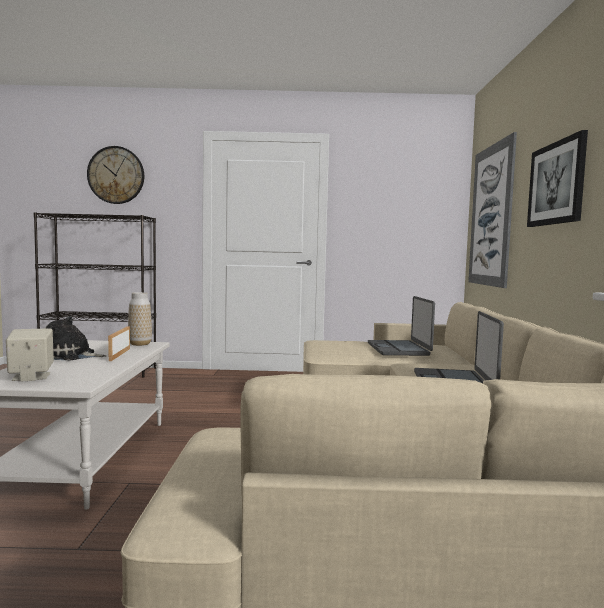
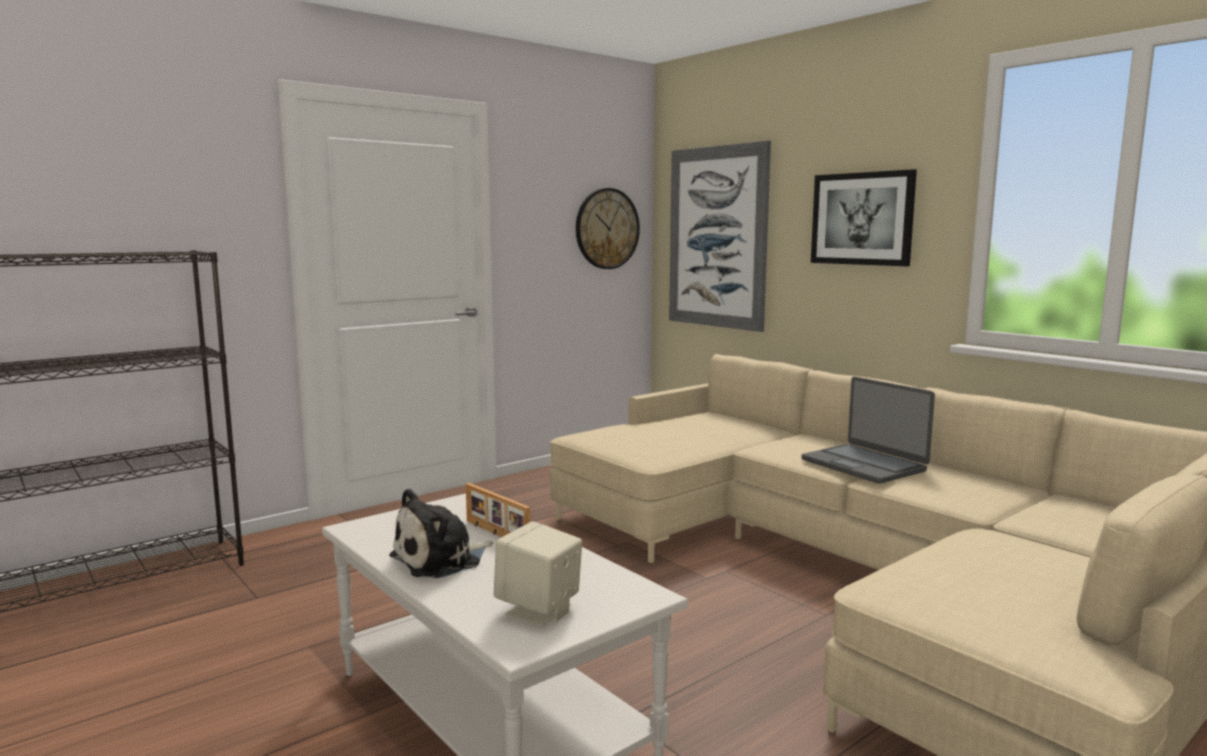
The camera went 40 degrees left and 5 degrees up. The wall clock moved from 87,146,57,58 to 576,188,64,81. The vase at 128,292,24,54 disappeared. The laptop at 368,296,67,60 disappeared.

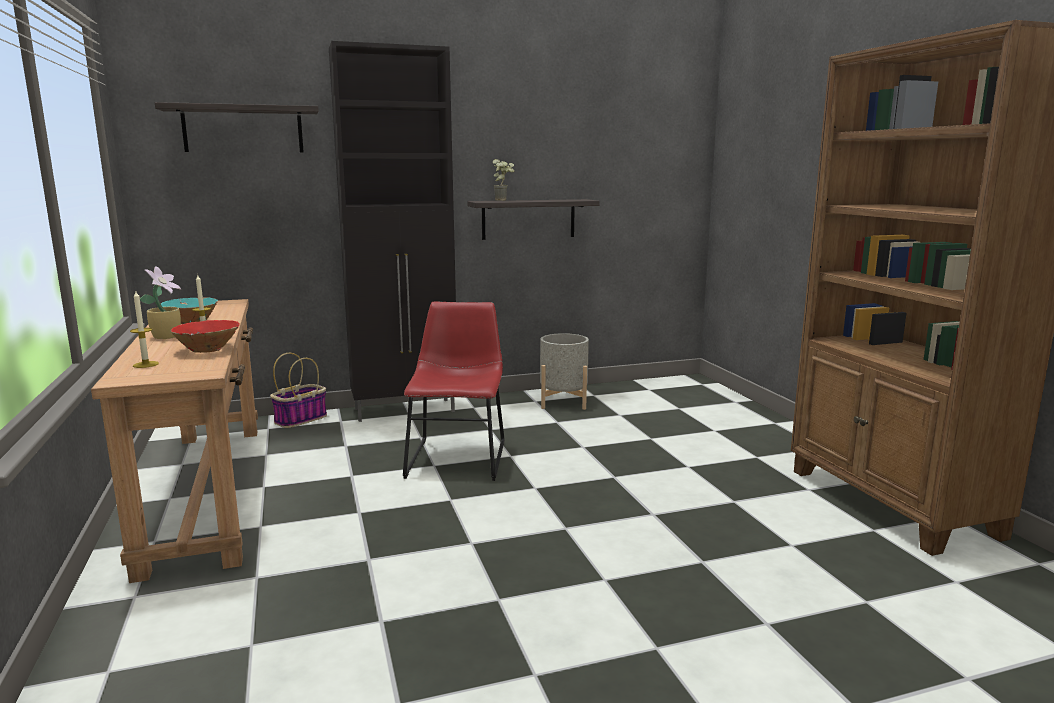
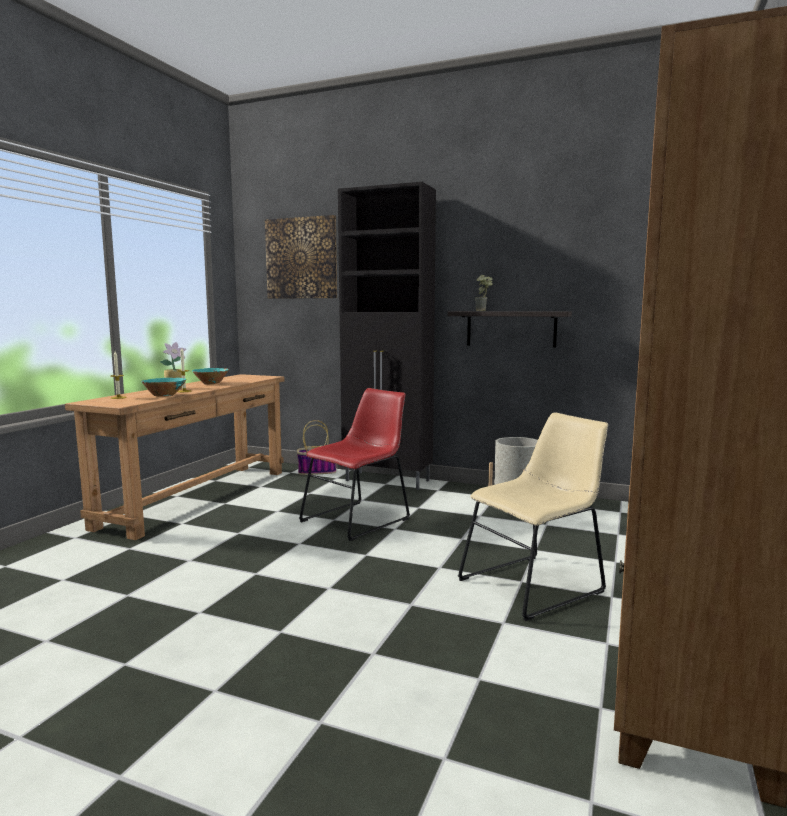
The camera went 40 degrees right and 5 degrees down. The red bowl at 170,320,70,33 became the turquoise bowl at 141,378,45,19. The shelf at 155,102,164,51 was replaced by the picture at 265,215,72,84. The beige chair at 458,412,150,209 appeared.

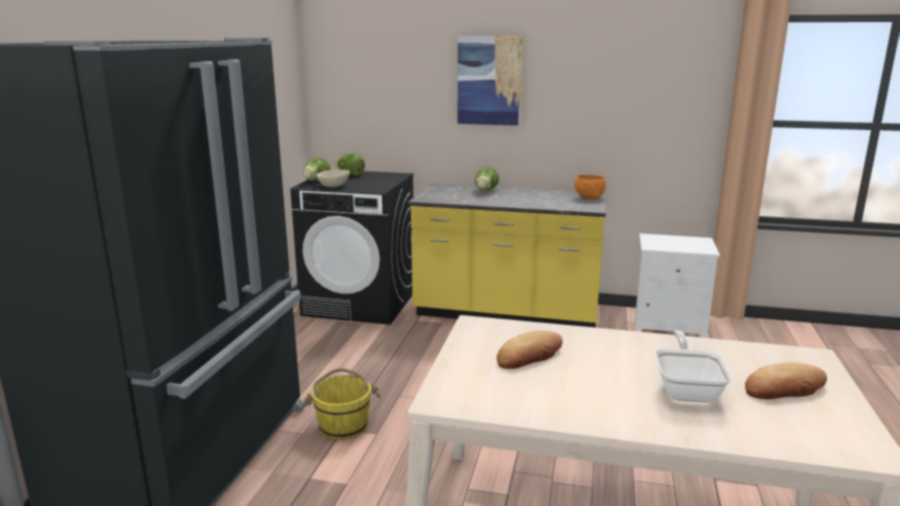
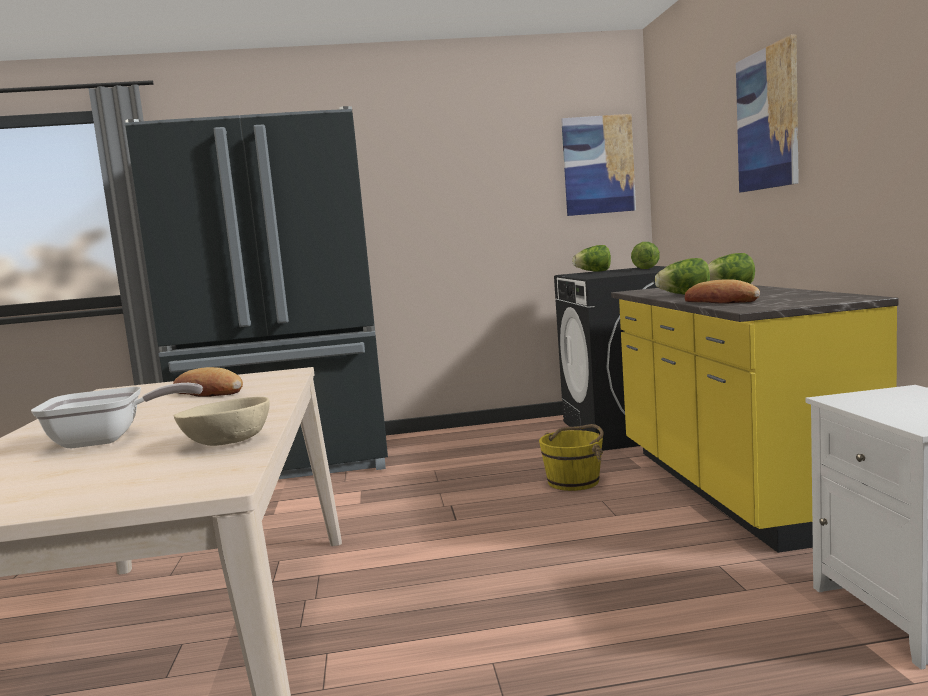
The camera went 70 degrees right and 10 degrees down. The beige bowl moved from 317,170,33,17 to 174,397,96,49. The yellow bucket moved from 303,368,78,72 to 539,424,65,67. The picture at 561,114,75,102 appeared. The lettuce at 655,258,55,37 appeared. The bread moved from 745,362,82,37 to 685,279,75,24. The orange bowl at 575,174,31,25 disappeared.

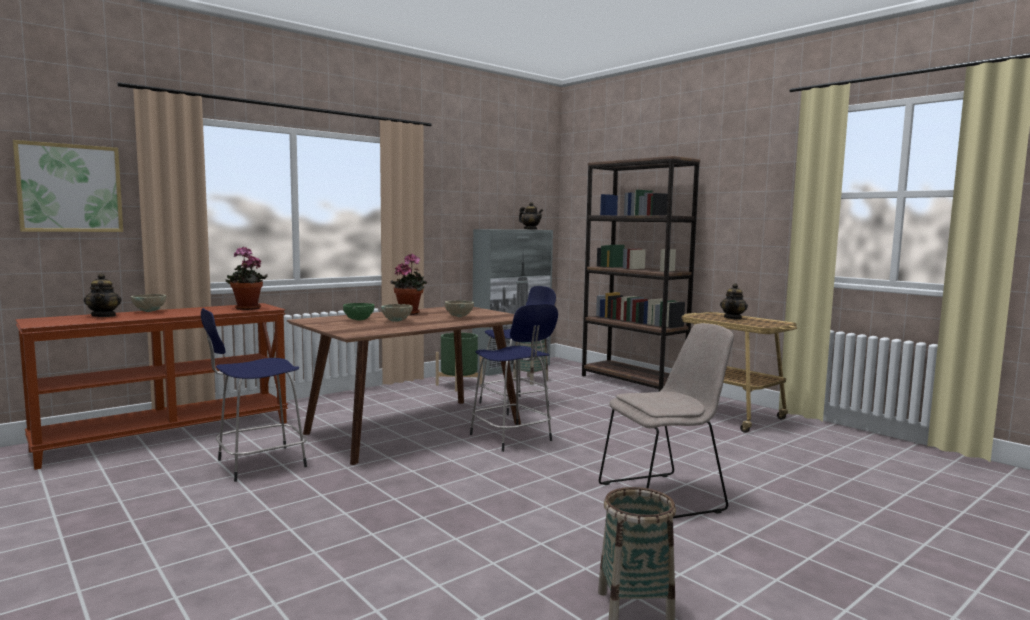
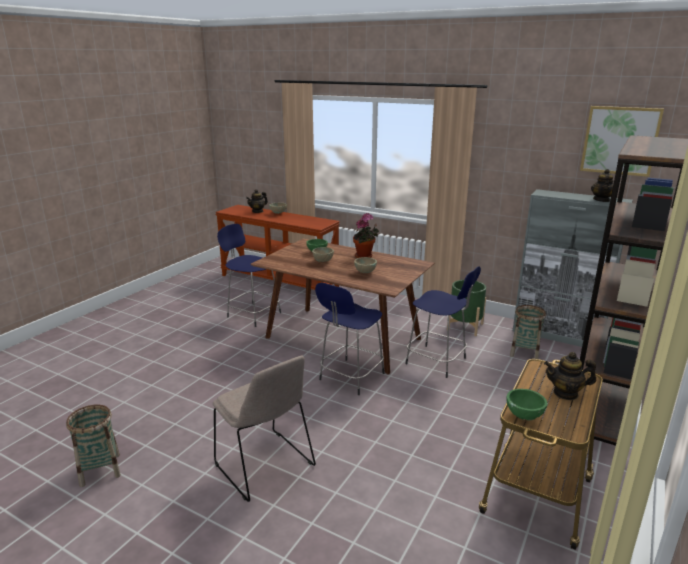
The camera went 70 degrees right and 15 degrees up. The green bowl at 506,389,41,31 appeared. The picture moved from 13,140,110,92 to 580,106,84,71. The potted plant at 225,247,43,63 disappeared.

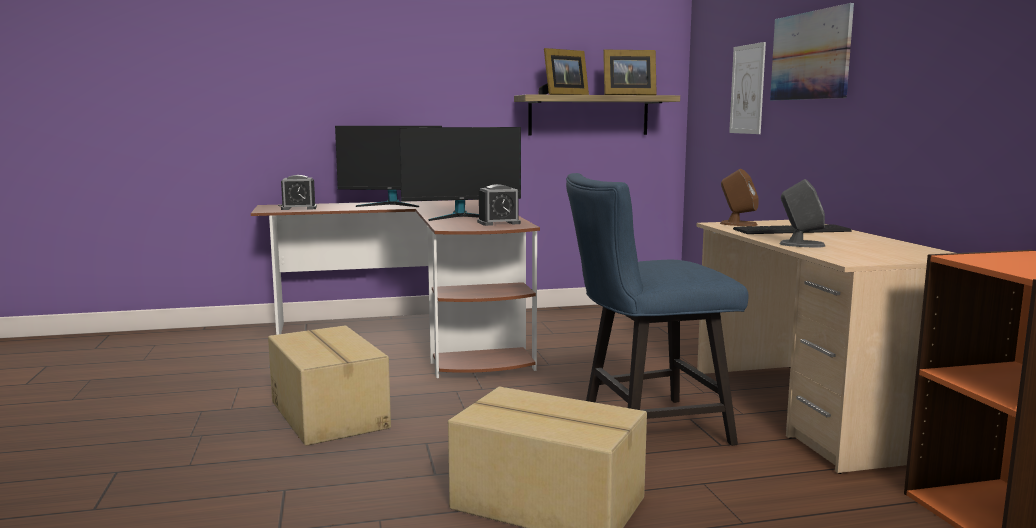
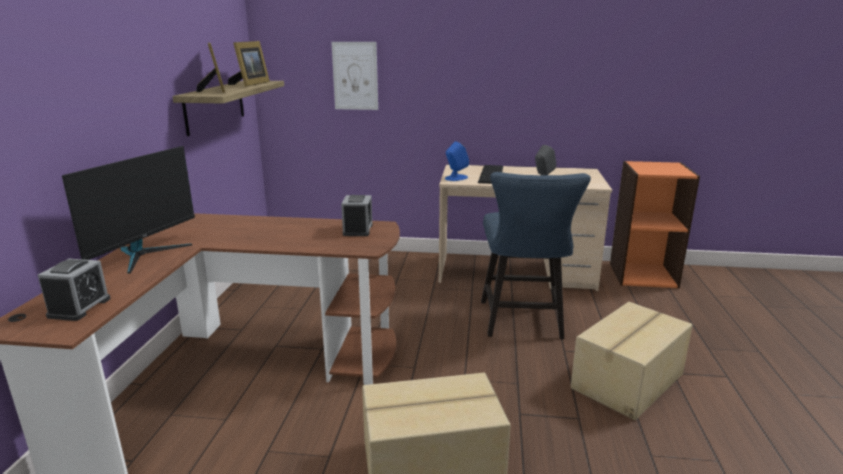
The camera went 70 degrees left and 10 degrees up. The brown speaker at 720,169,39,57 became the blue speaker at 445,142,24,39. The monitor at 399,127,122,94 disappeared. The picture at 770,3,84,97 disappeared.

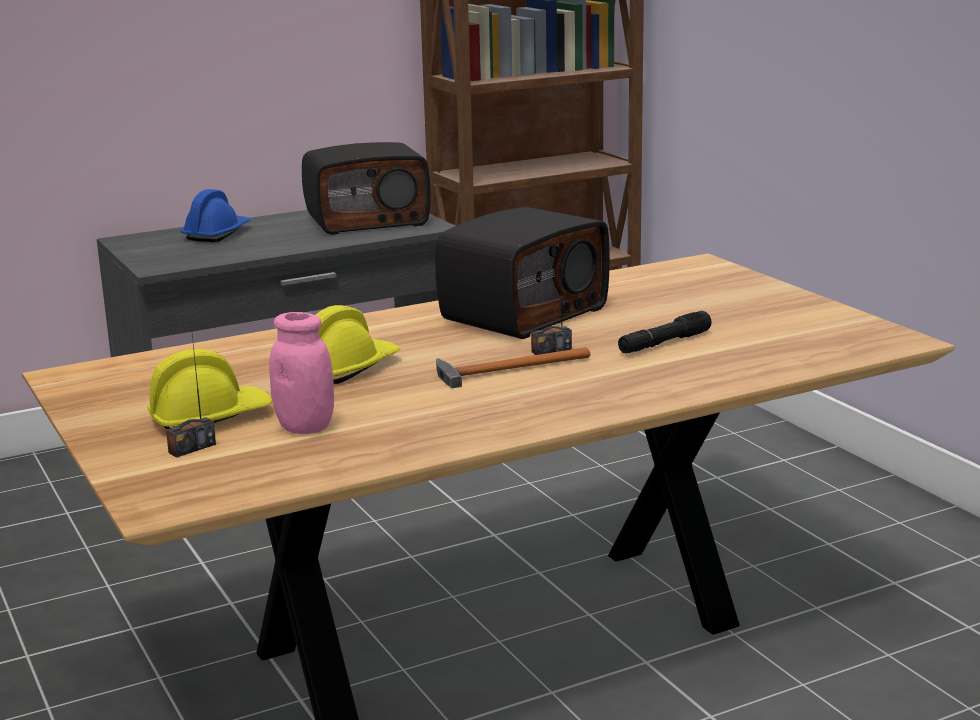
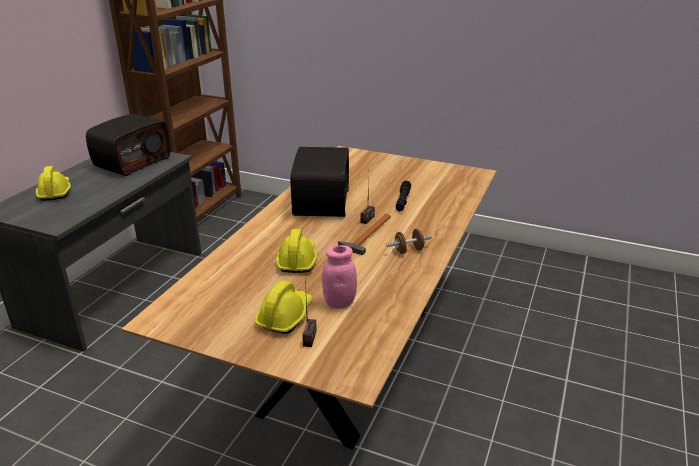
The camera went 40 degrees left and 10 degrees up. The blue hard hat at 180,189,71,53 became the yellow hard hat at 36,166,35,35. The brown dumbbell at 386,229,46,25 appeared.

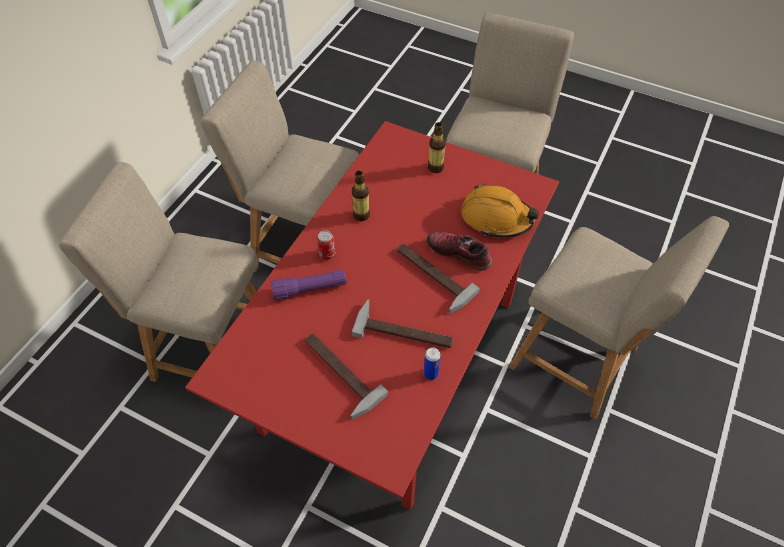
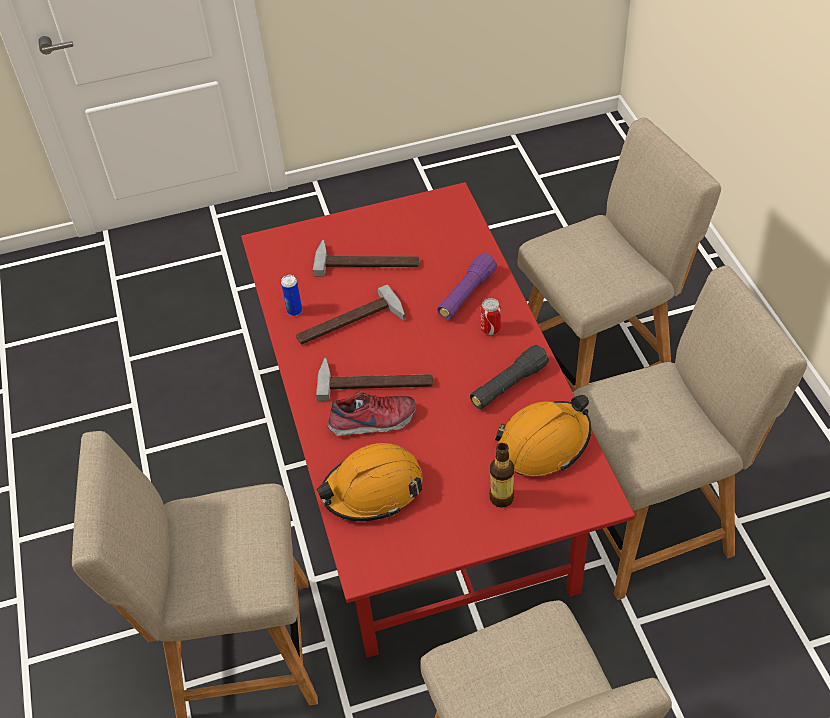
The camera went 140 degrees right and 5 degrees down. The bottle at 352,171,18,50 was replaced by the black flashlight at 470,345,79,64. The orange hard hat at 495,395,96,81 appeared.

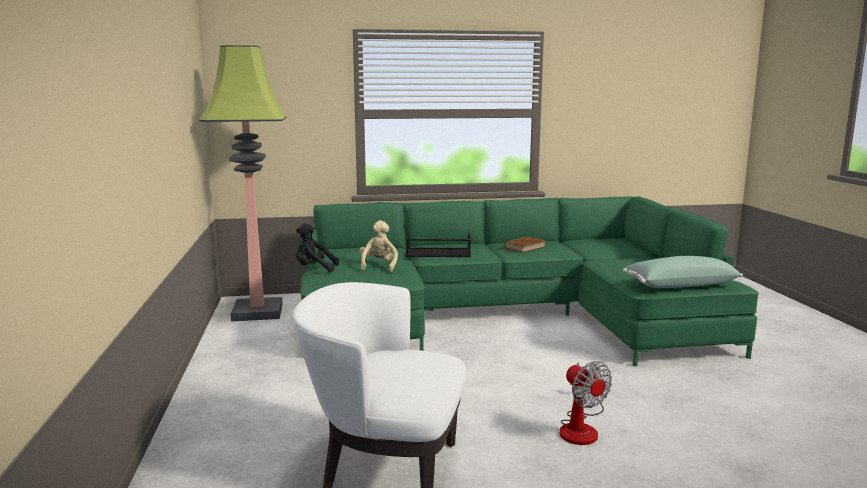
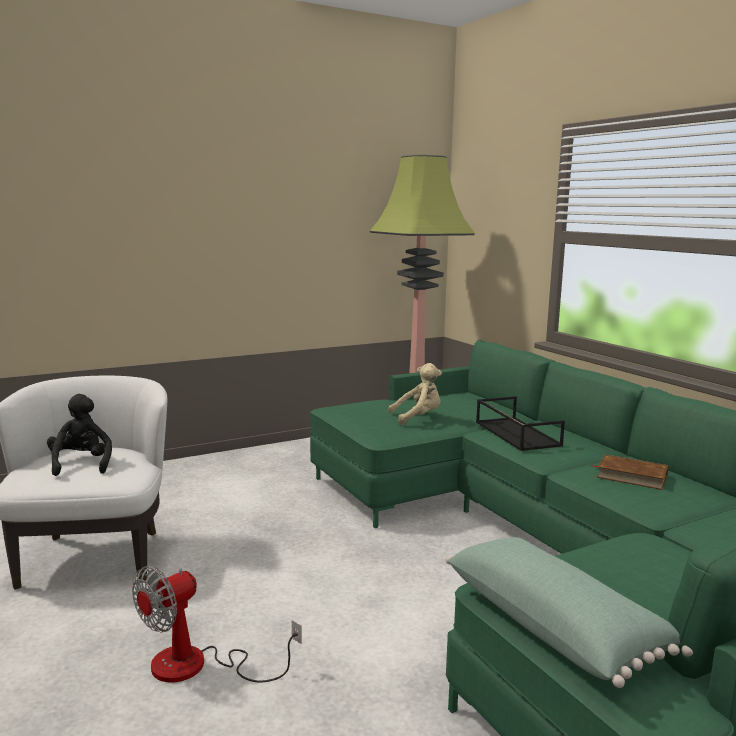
The camera went 70 degrees right and 0 degrees up. The black plush toy moved from 296,223,43,49 to 47,394,65,82.

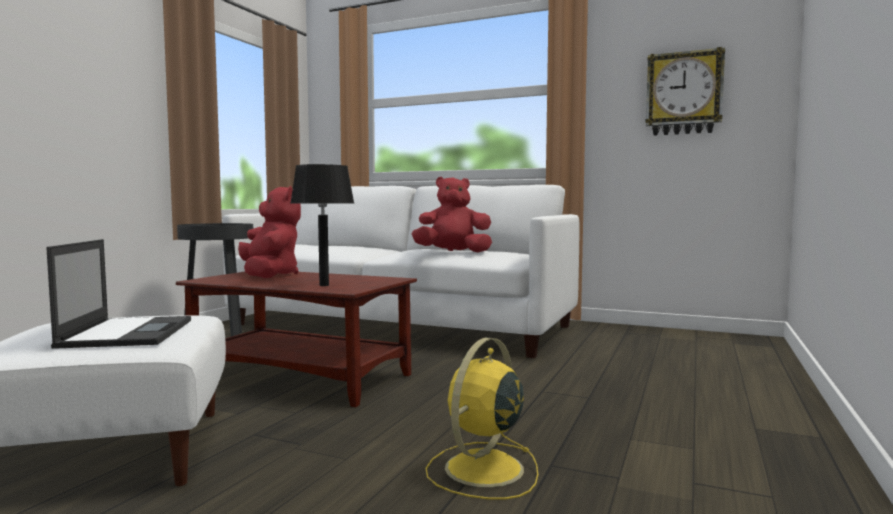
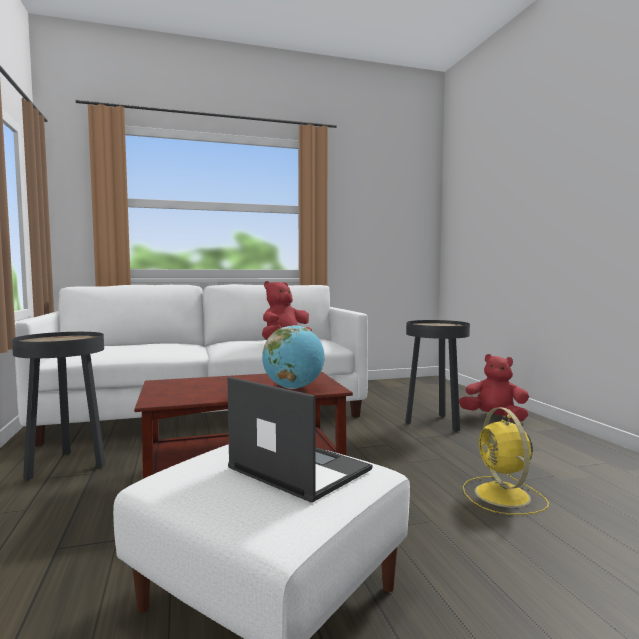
The camera went 40 degrees left and 0 degrees up. The black table lamp at 290,164,64,122 was replaced by the globe at 262,325,63,64. The black side table at 405,320,65,112 appeared. The red plush toy moved from 238,186,63,92 to 459,354,70,67. The wall clock at 646,47,79,89 disappeared.

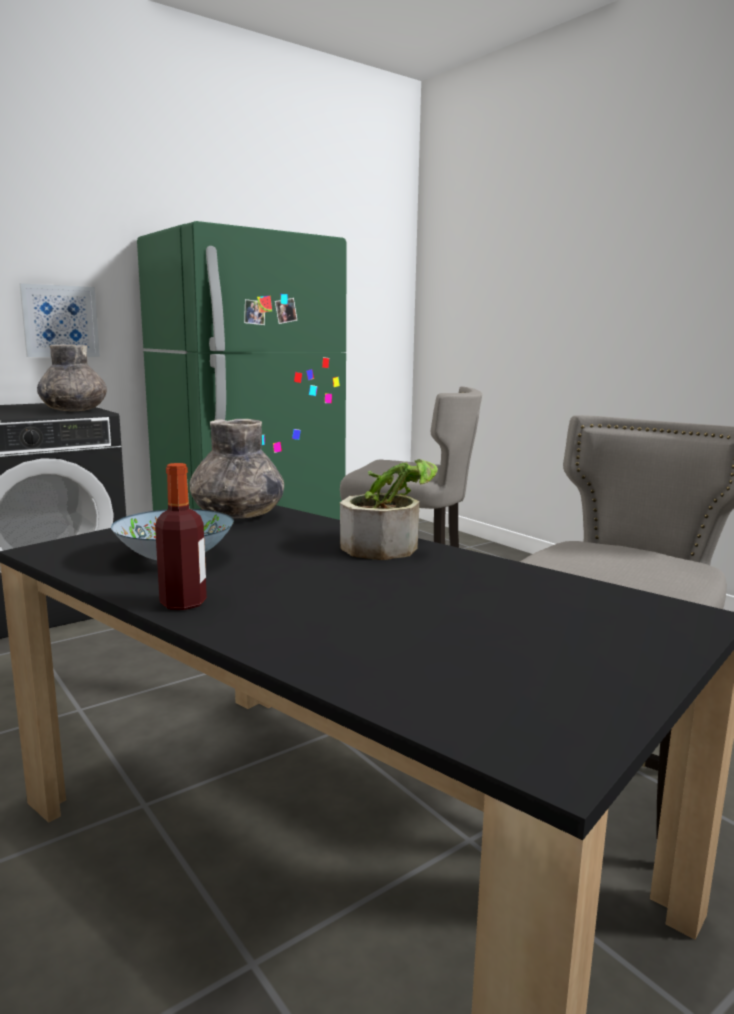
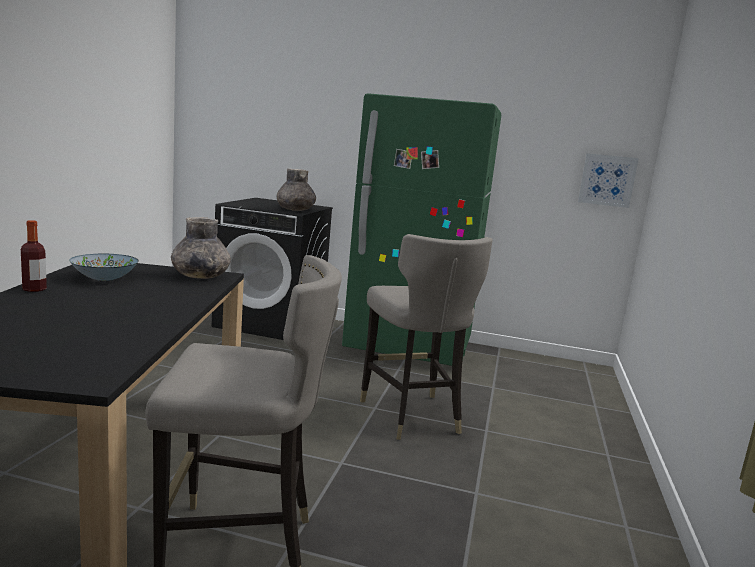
The camera went 50 degrees right and 0 degrees up. The picture moved from 20,283,80,74 to 578,153,61,55. The potted plant at 340,459,98,101 disappeared.

